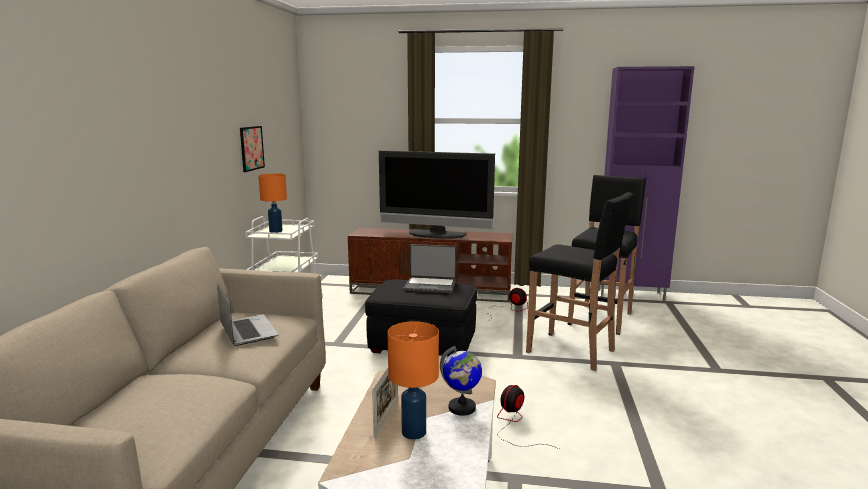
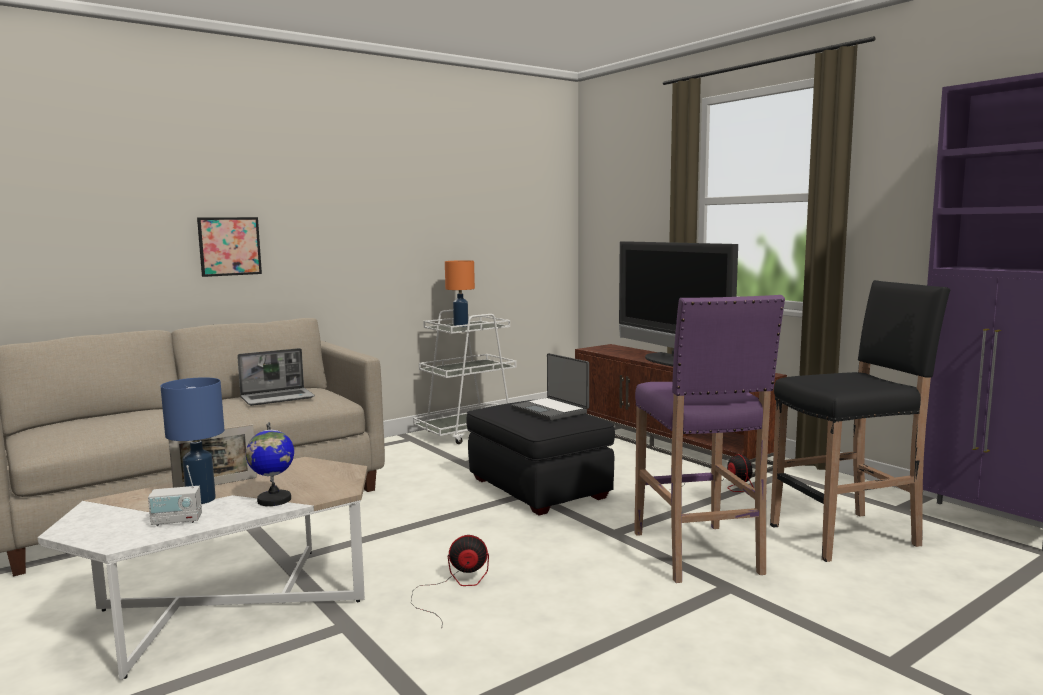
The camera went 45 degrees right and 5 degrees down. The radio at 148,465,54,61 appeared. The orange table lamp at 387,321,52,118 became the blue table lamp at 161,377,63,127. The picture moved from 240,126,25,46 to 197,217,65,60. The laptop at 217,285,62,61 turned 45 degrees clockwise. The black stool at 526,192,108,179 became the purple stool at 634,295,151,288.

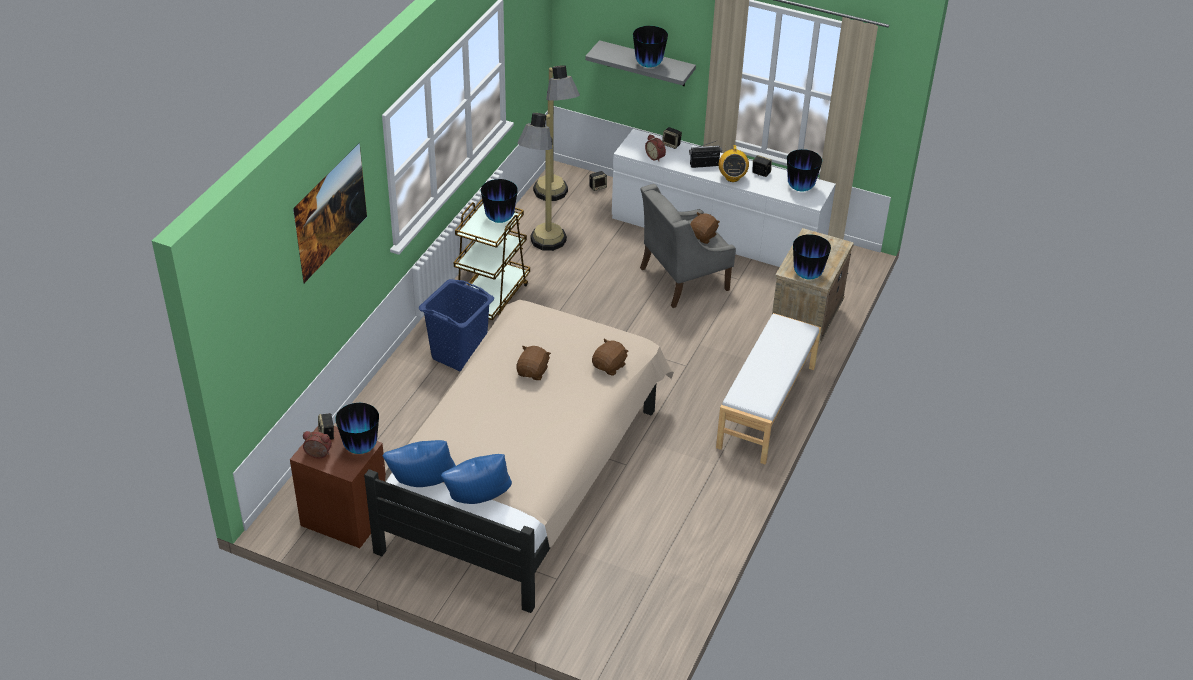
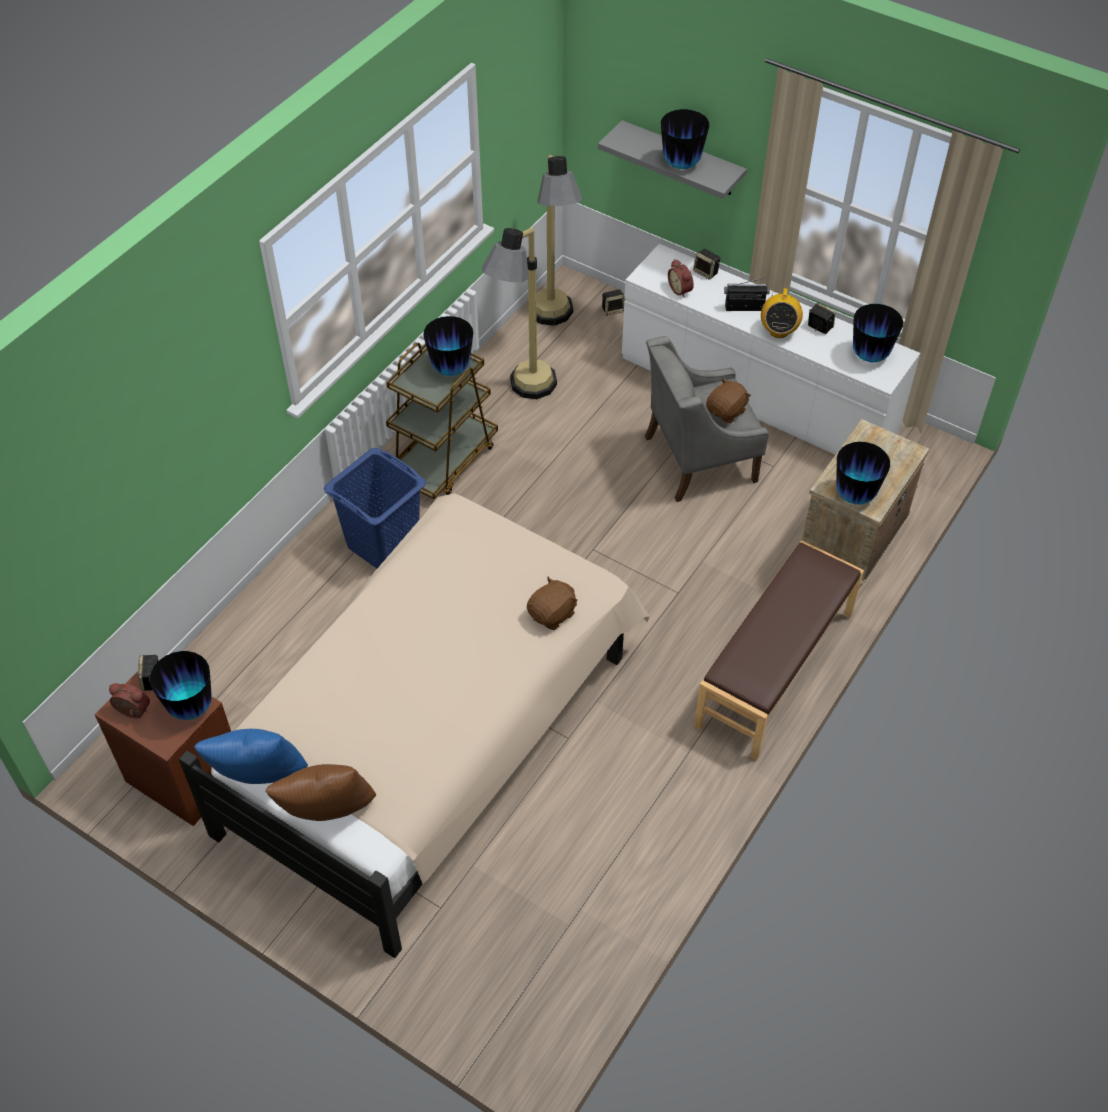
The camera went 10 degrees right and 10 degrees up. The blue pillow at 441,454,71,50 became the brown pillow at 265,764,111,57. The white bench at 716,313,105,151 became the brown bench at 694,540,170,220. The picture at 293,142,74,141 disappeared. The brown plush toy at 516,346,35,34 disappeared.

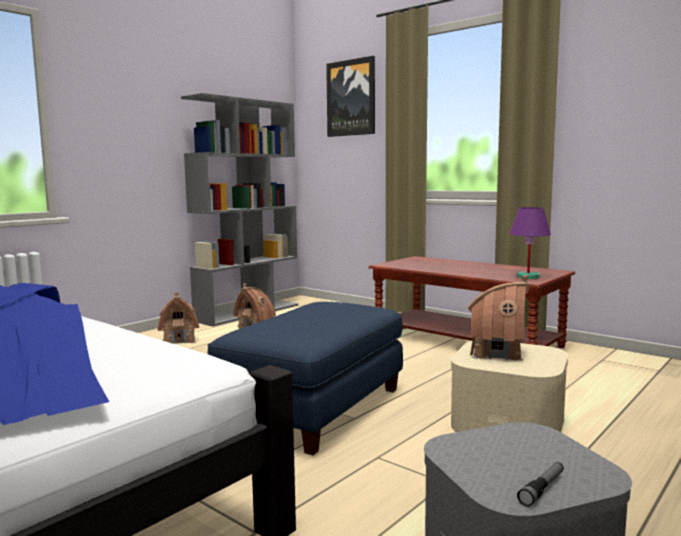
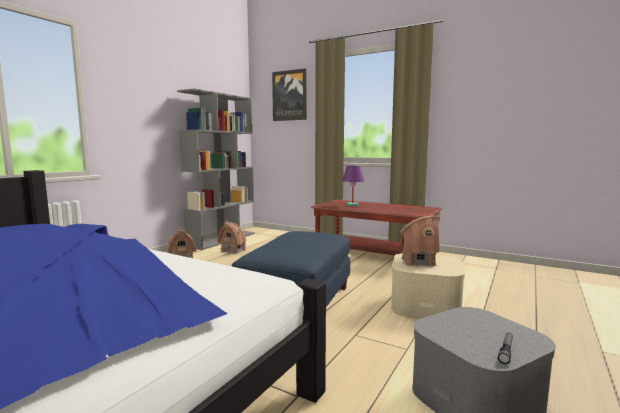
The camera went 10 degrees left and 0 degrees up. The purple table lamp moved from 510,207,41,72 to 342,166,22,40.

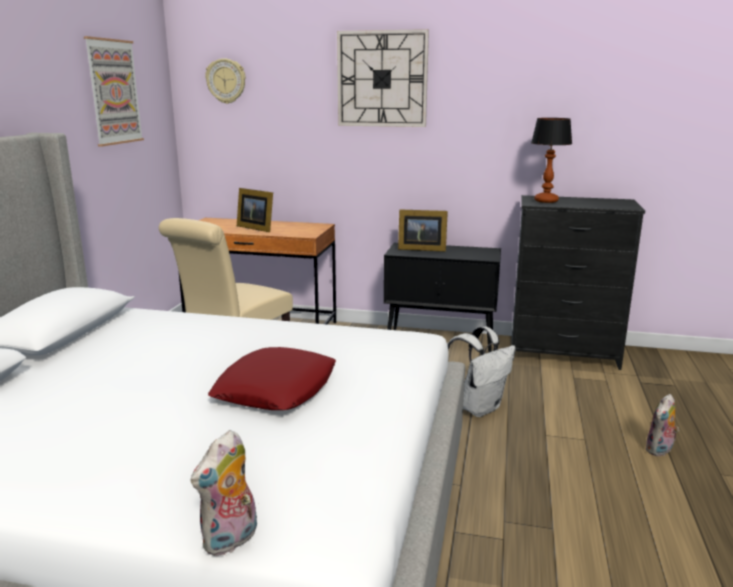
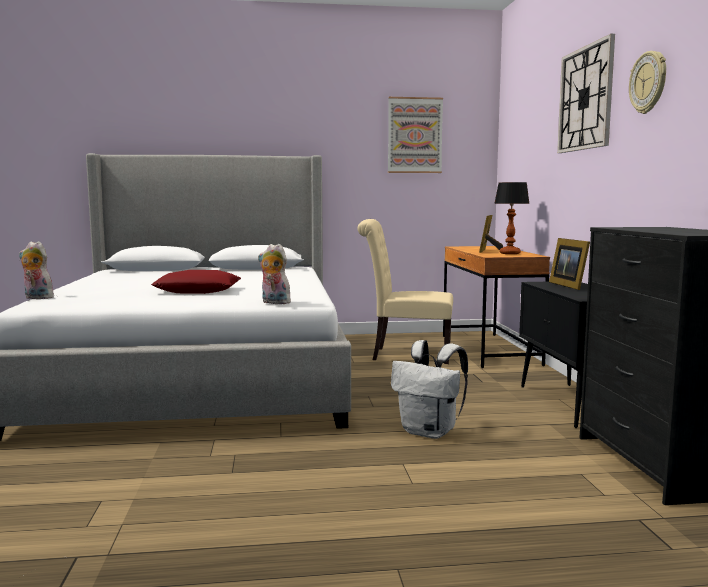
The camera went 70 degrees right and 10 degrees down. The plush toy moved from 645,394,34,62 to 258,244,33,60. The table lamp moved from 531,118,41,85 to 494,182,36,72. The wall clock moved from 205,58,41,46 to 629,51,37,63.

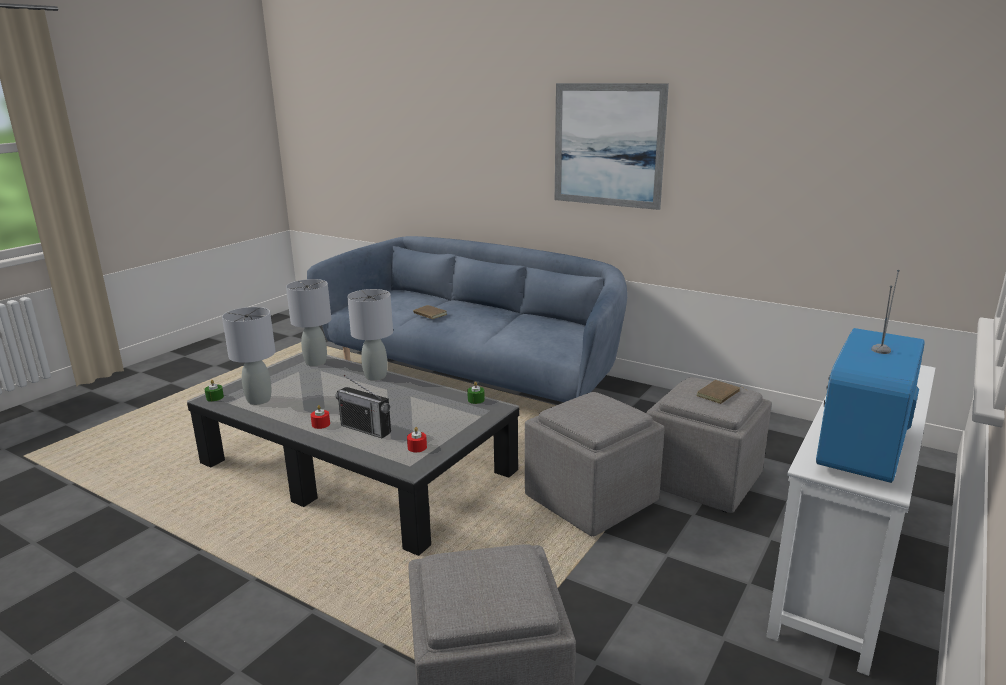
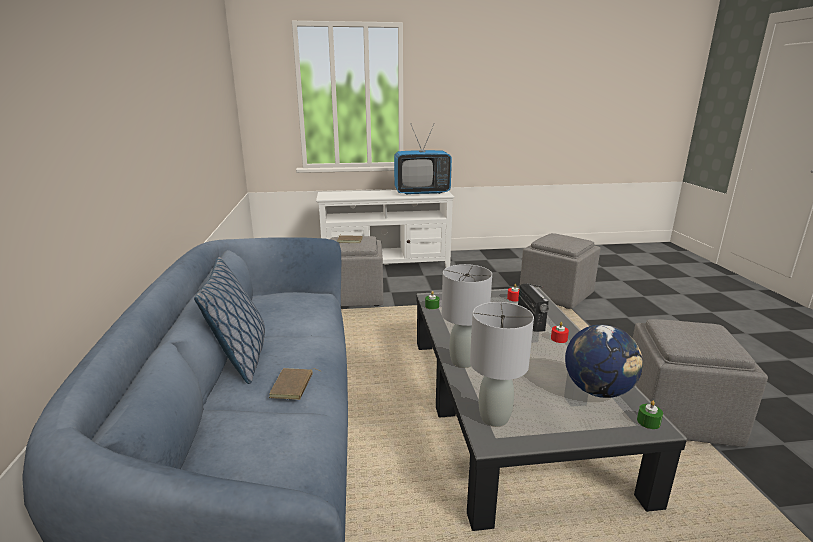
The camera went 130 degrees left and 0 degrees up. The pillow at 194,257,71,127 appeared. The grey table lamp at 222,307,53,98 was replaced by the globe at 565,325,78,73. The grey ottoman moved from 525,392,140,144 to 633,319,135,128. The picture at 555,83,114,127 disappeared.

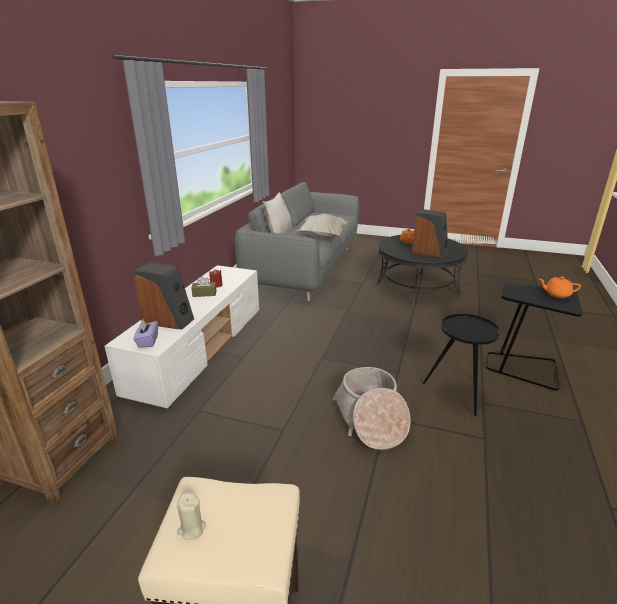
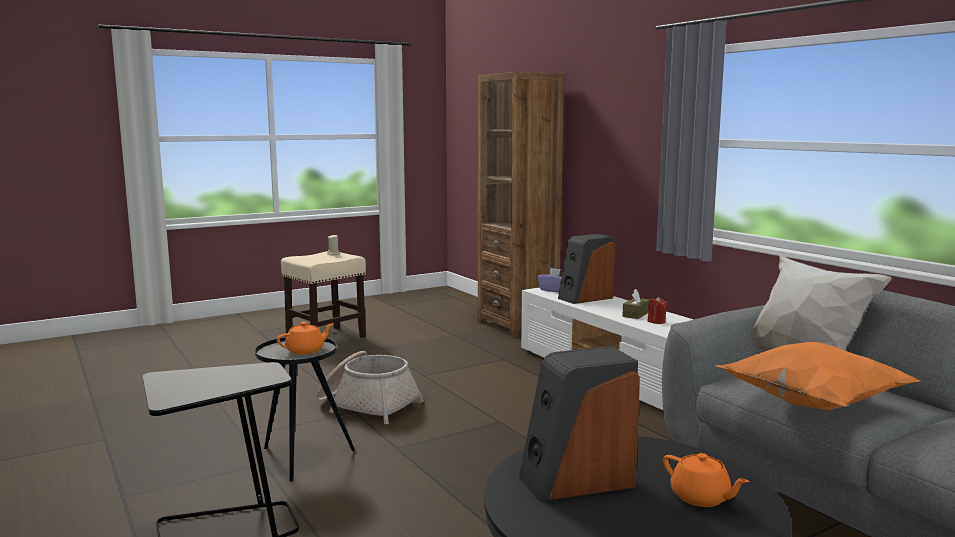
The camera went 130 degrees right and 15 degrees down. The orange teapot moved from 539,276,42,22 to 276,322,58,32. The white pillow at 297,214,51,24 became the orange pillow at 715,342,206,68.

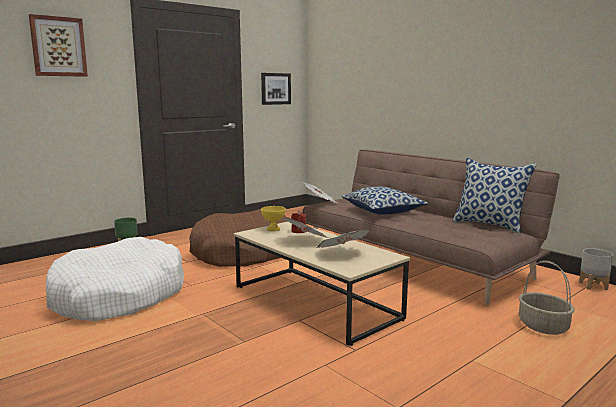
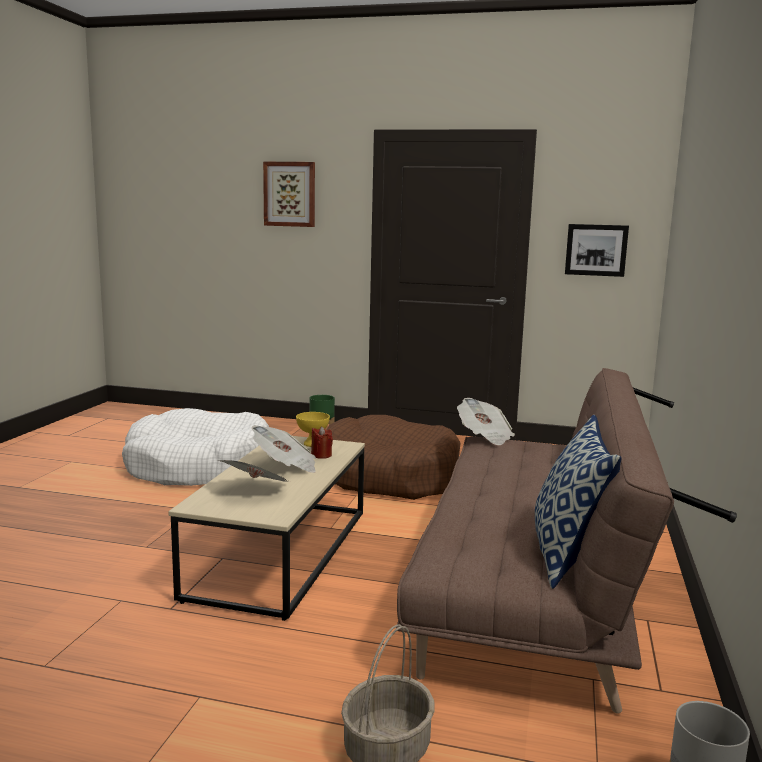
The camera went 55 degrees right and 0 degrees up. The pillow at 342,187,86,28 disappeared.

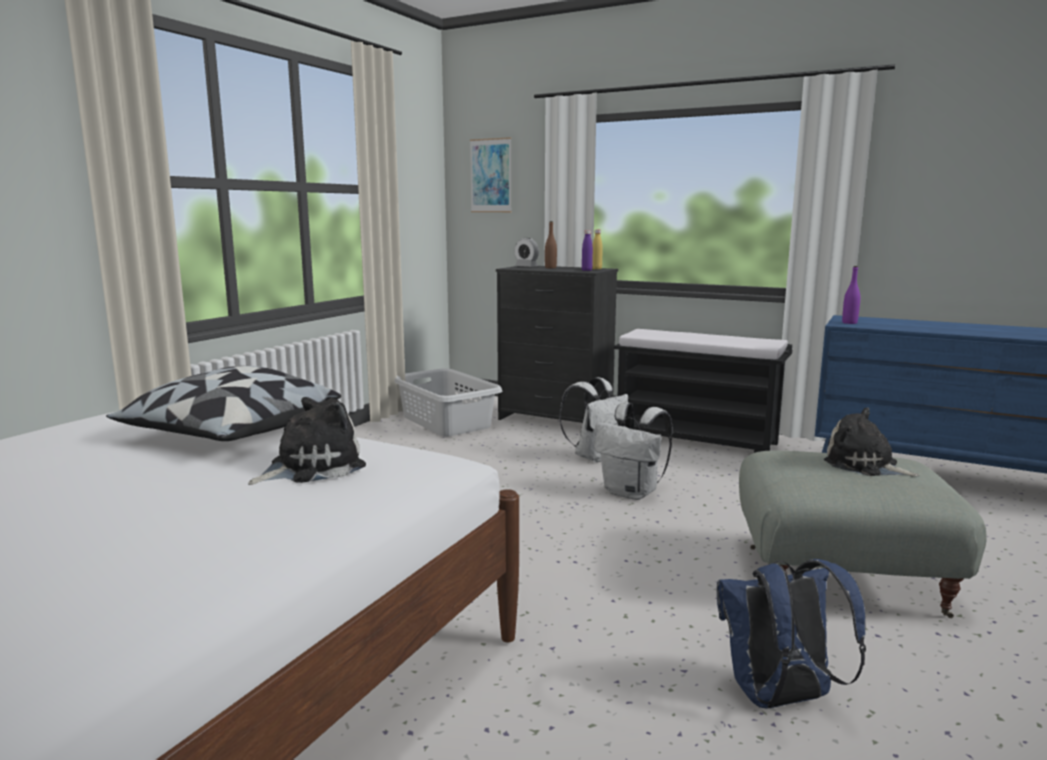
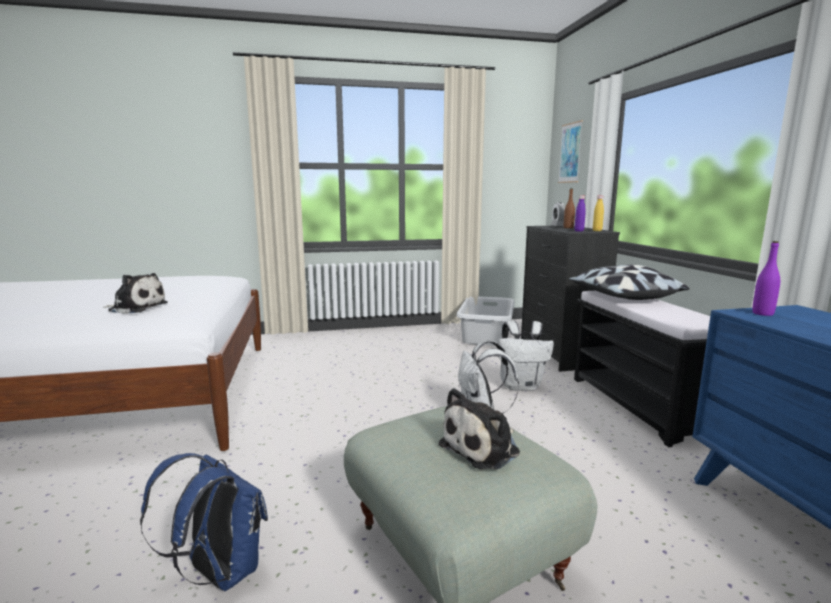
The camera went 50 degrees right and 0 degrees up. The plush toy at 824,408,95,69 turned 135 degrees counterclockwise. The pillow moved from 106,366,235,75 to 569,265,121,35.

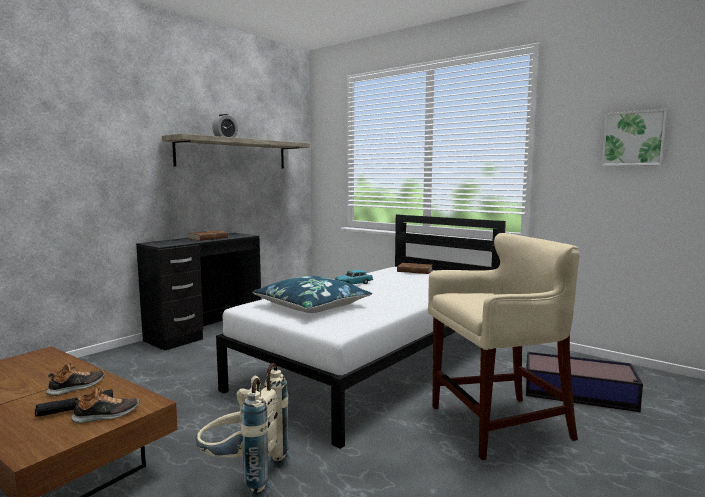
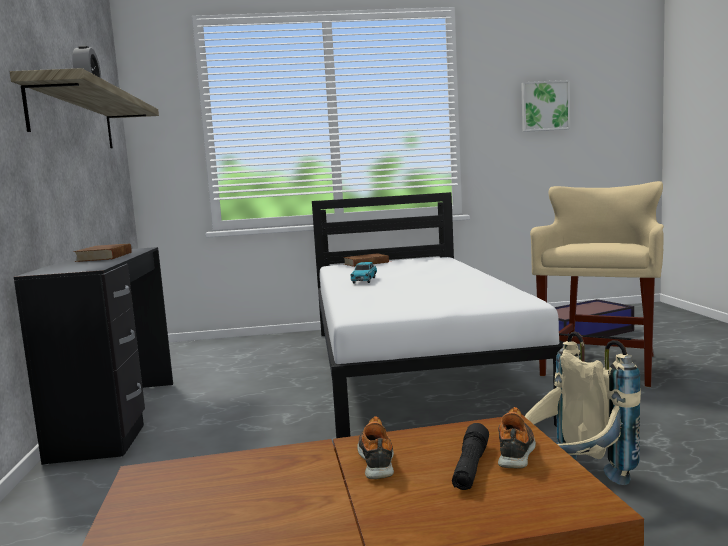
The camera went 45 degrees left and 0 degrees up. The blue pillow at 252,276,120,37 disappeared.

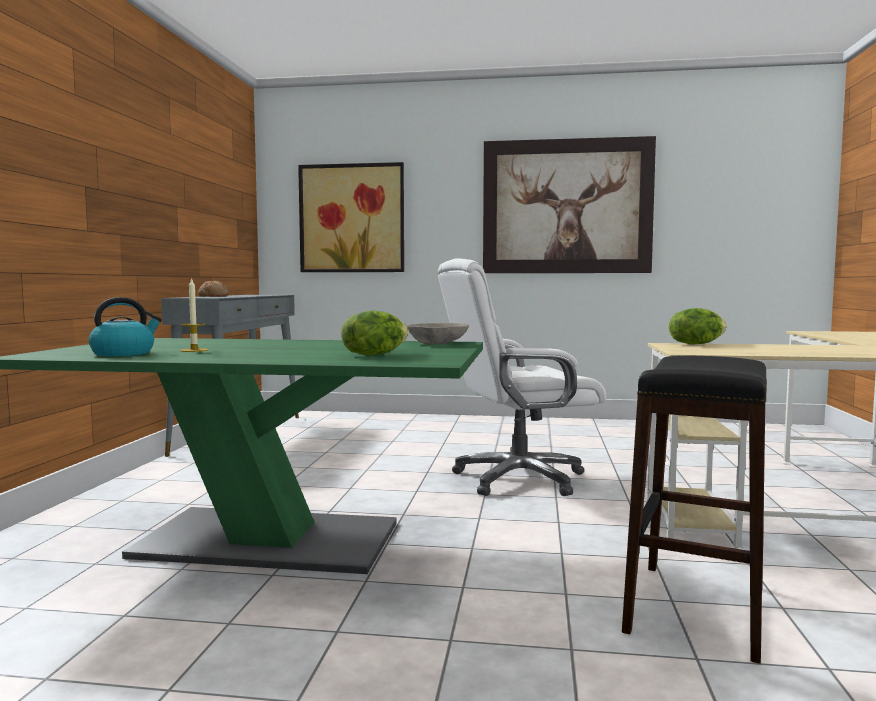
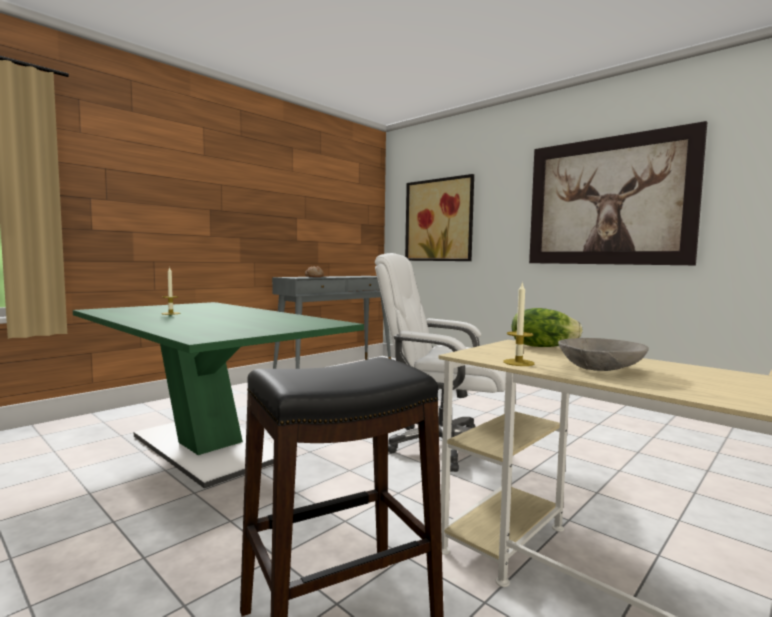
The camera went 35 degrees right and 0 degrees up. The candle at 503,283,31,83 appeared. The grey bowl moved from 406,323,63,21 to 558,338,91,33. The kettle at 89,297,73,59 disappeared. The lettuce at 341,311,68,45 disappeared.

